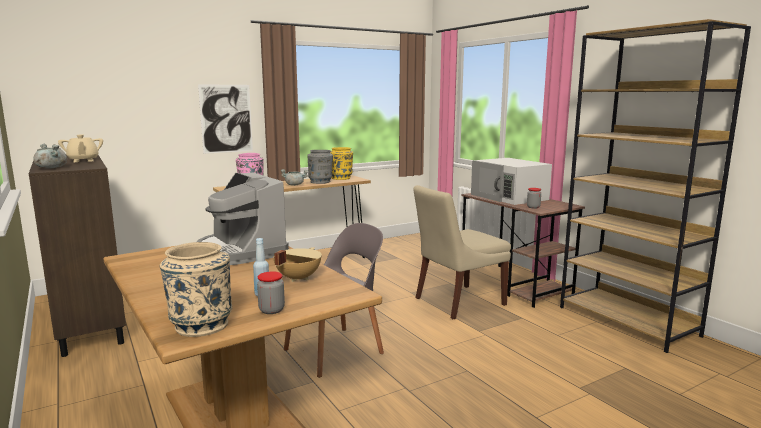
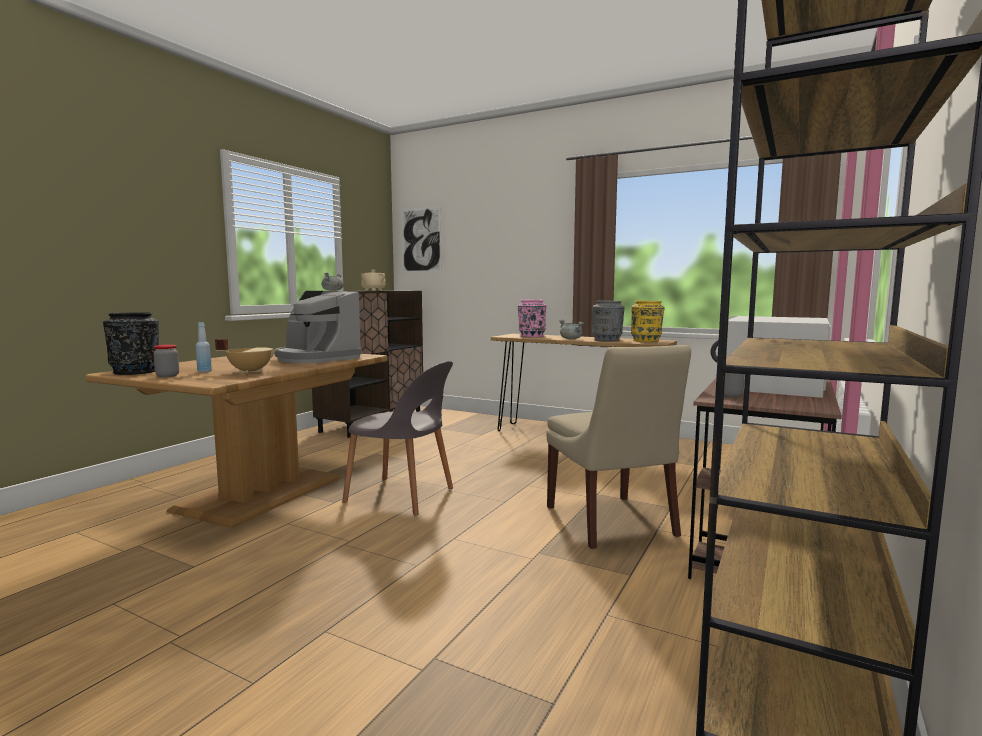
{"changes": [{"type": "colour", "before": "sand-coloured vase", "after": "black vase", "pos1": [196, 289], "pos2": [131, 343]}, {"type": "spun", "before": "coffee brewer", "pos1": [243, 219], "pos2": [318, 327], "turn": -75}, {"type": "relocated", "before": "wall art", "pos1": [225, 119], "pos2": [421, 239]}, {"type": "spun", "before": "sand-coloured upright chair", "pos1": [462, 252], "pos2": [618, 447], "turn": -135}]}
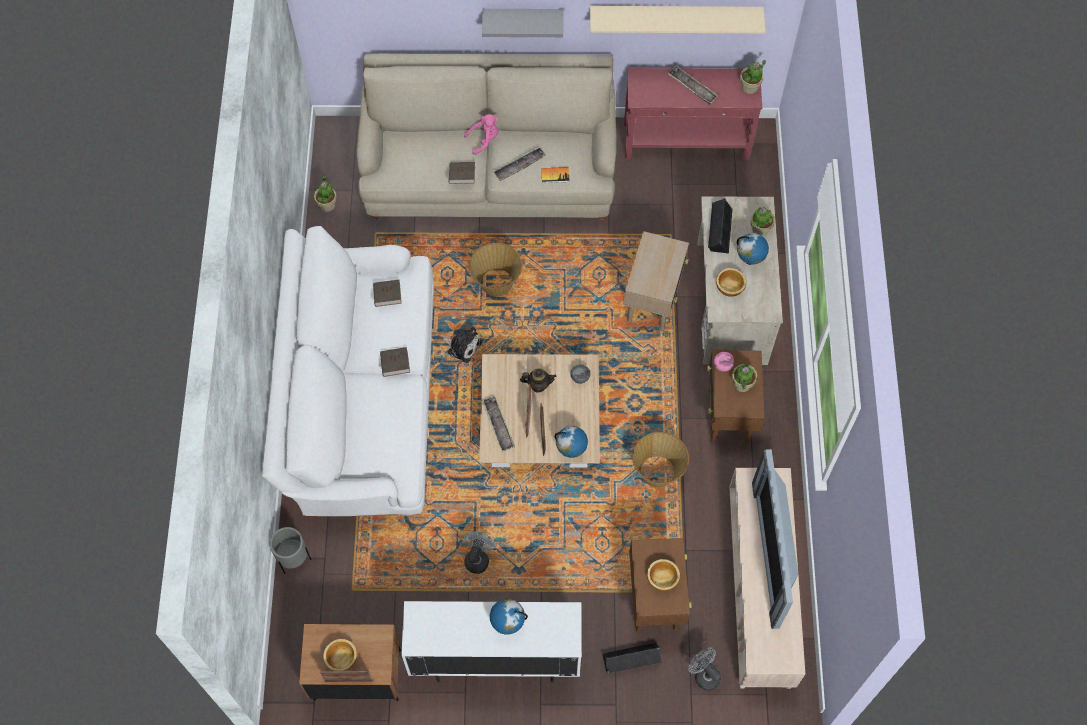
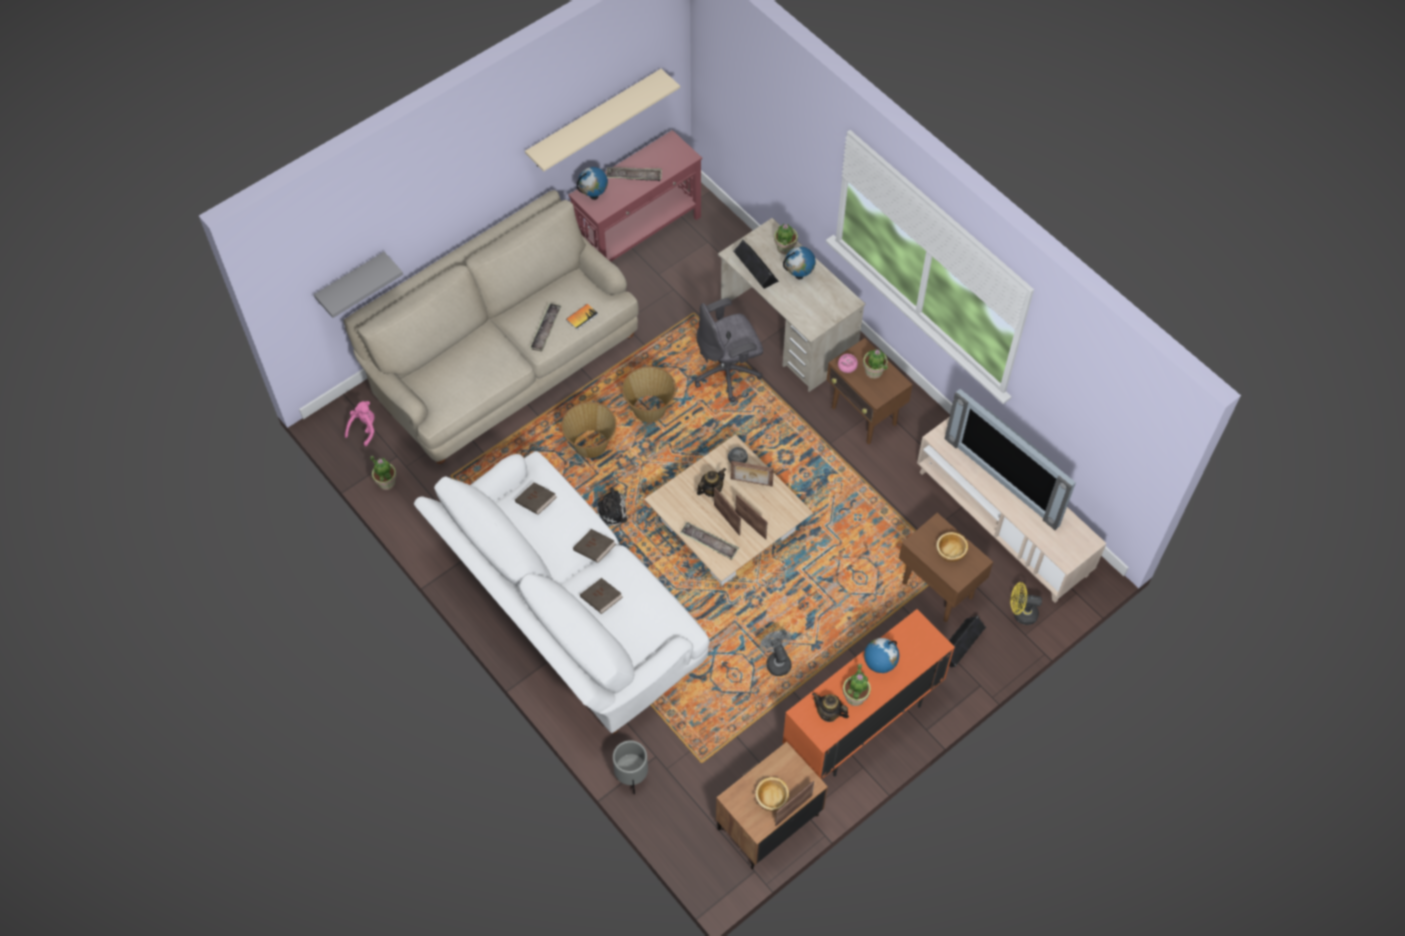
{"changes": [{"type": "colour", "before": "whitish storage cabinet", "after": "orange-coloured storage cabinet", "pos1": [491, 642], "pos2": [868, 694]}, {"type": "relocated", "before": "brownish book", "pos1": [462, 173], "pos2": [601, 596]}, {"type": "relocated", "before": "pinkish cuddly toy", "pos1": [481, 134], "pos2": [360, 424]}, {"type": "relocated", "before": "gray wall shelf", "pos1": [522, 23], "pos2": [358, 285]}, {"type": "relocated", "before": "globe", "pos1": [571, 442], "pos2": [592, 183]}, {"type": "exchanged", "before": "sand-coloured side table", "after": "gray office chair", "pos1": [656, 281], "pos2": [729, 350]}, {"type": "relocated", "before": "household basket", "pos1": [660, 459], "pos2": [649, 394]}, {"type": "colour", "before": "gray fan", "after": "yellow fan", "pos1": [705, 669], "pos2": [1026, 603]}, {"type": "missing", "before": "bowl", "pos1": [731, 282]}, {"type": "relocated", "before": "houseplant", "pos1": [753, 77], "pos2": [857, 685]}, {"type": "appeared", "after": "standing frame", "pos2": [752, 473]}, {"type": "appeared", "after": "tea pot", "pos2": [830, 707]}]}
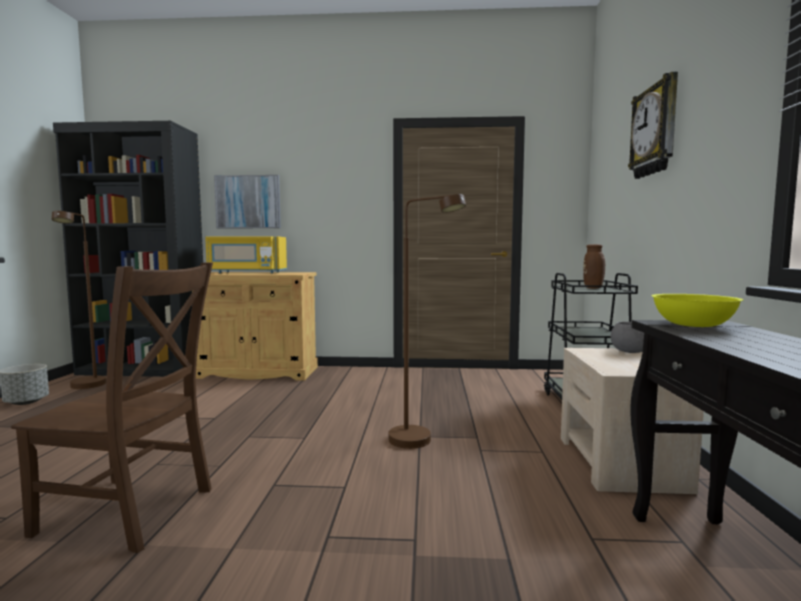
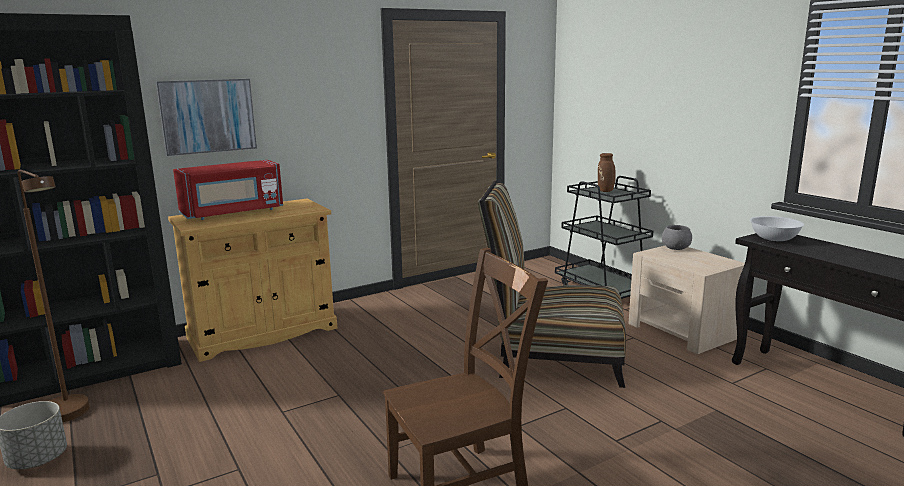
{"changes": [{"type": "colour", "before": "yellow kitchen microwave", "after": "red-coloured kitchen microwave", "pos1": [246, 254], "pos2": [228, 190]}, {"type": "exchanged", "before": "brownish standing lamp", "after": "upright chair", "pos1": [427, 321], "pos2": [552, 284]}, {"type": "missing", "before": "wall clock", "pos1": [653, 125]}, {"type": "colour", "before": "yellow bowl", "after": "whitish bowl", "pos1": [697, 310], "pos2": [777, 228]}]}
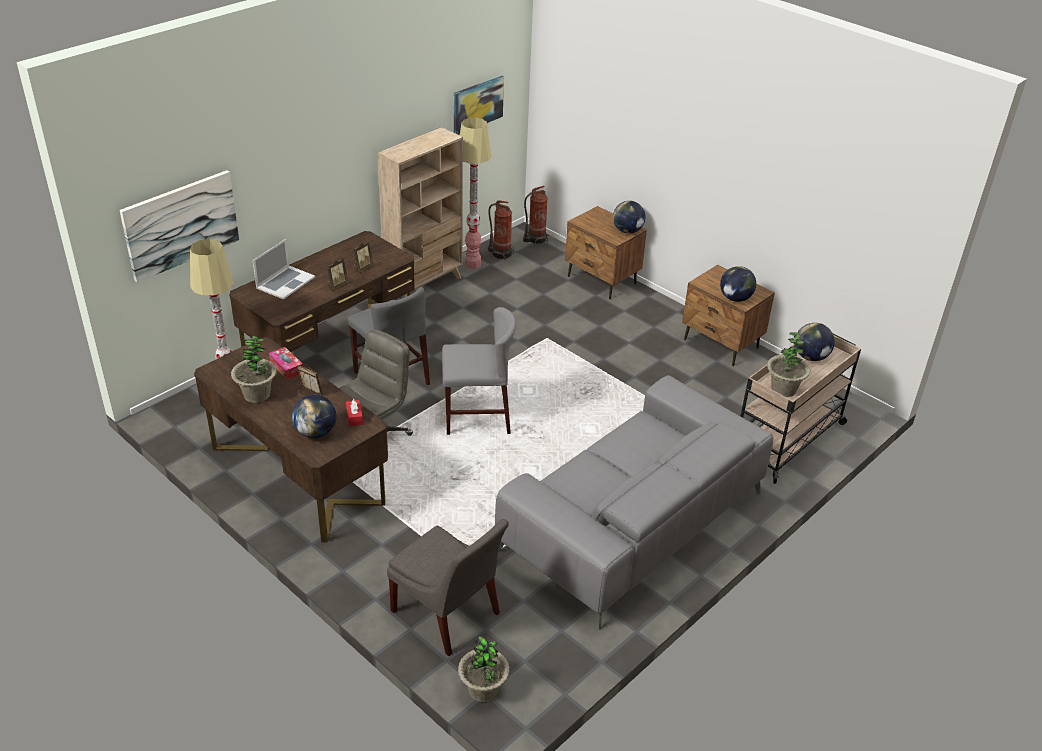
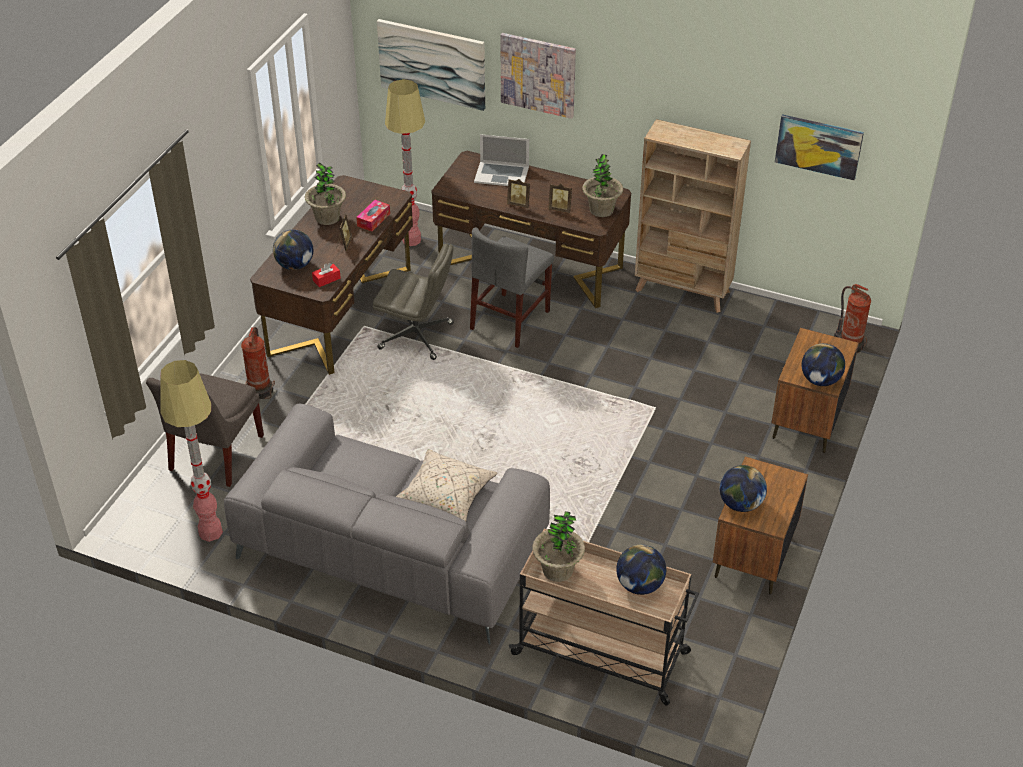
{"changes": [{"type": "missing", "before": "gray upright chair", "pos1": [479, 371]}, {"type": "relocated", "before": "houseplant", "pos1": [484, 668], "pos2": [602, 185]}, {"type": "relocated", "before": "standing lamp", "pos1": [475, 193], "pos2": [191, 451]}, {"type": "relocated", "before": "fire extinguisher", "pos1": [501, 230], "pos2": [258, 363]}, {"type": "appeared", "after": "sand-coloured cushion", "pos2": [446, 485]}, {"type": "appeared", "after": "wall art", "pos2": [538, 76]}]}
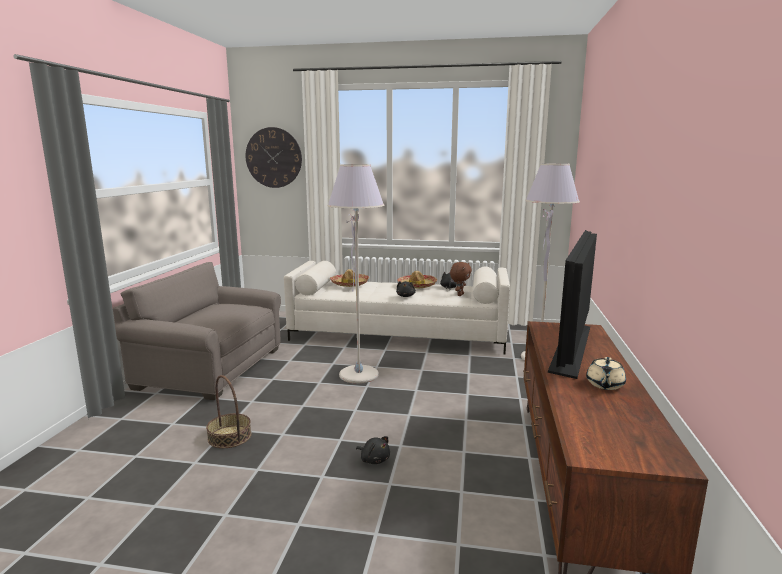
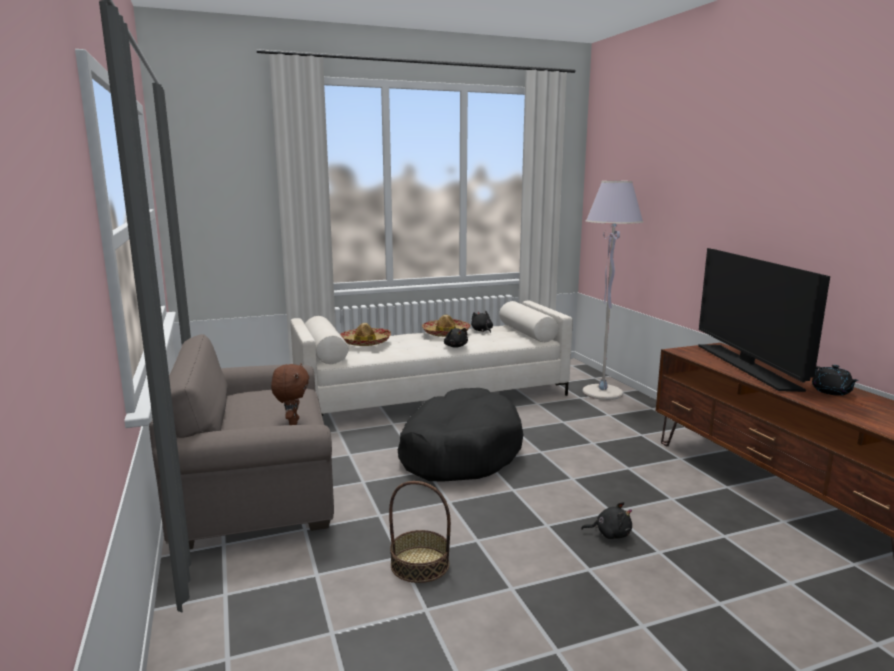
{"changes": [{"type": "missing", "before": "wall clock", "pos1": [274, 157]}, {"type": "exchanged", "before": "gray standing lamp", "after": "black dog bed", "pos1": [355, 274], "pos2": [460, 435]}, {"type": "relocated", "before": "brownish cuddly toy", "pos1": [461, 279], "pos2": [290, 394]}, {"type": "colour", "before": "sand-coloured tea pot", "after": "black tea pot", "pos1": [606, 373], "pos2": [835, 380]}]}
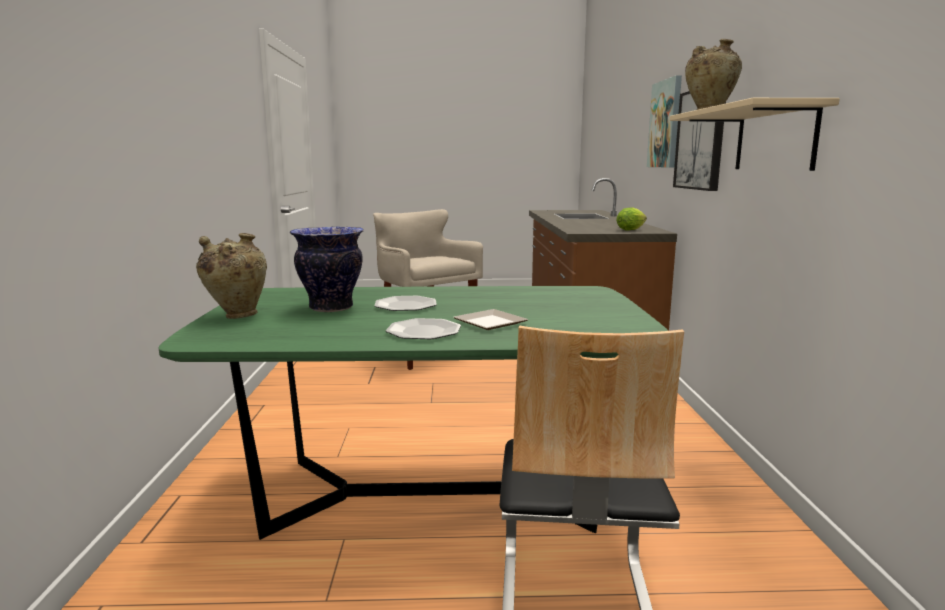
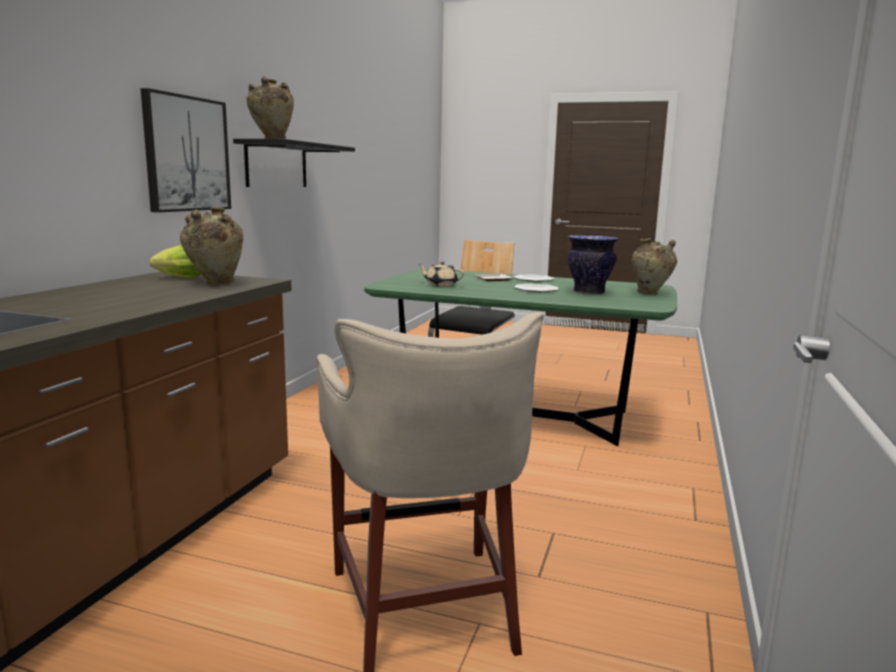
{"changes": [{"type": "missing", "before": "wall art", "pos1": [664, 121]}, {"type": "colour", "before": "sand-coloured wall shelf", "after": "black wall shelf", "pos1": [754, 134], "pos2": [294, 163]}, {"type": "appeared", "after": "sand-coloured vase", "pos2": [211, 246]}, {"type": "appeared", "after": "sand-coloured tea pot", "pos2": [441, 274]}]}
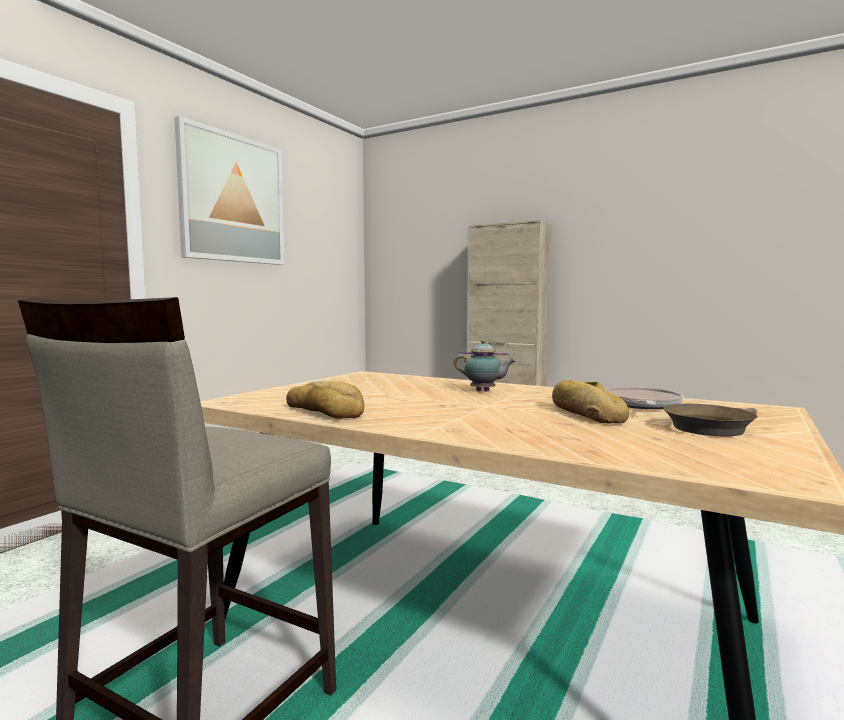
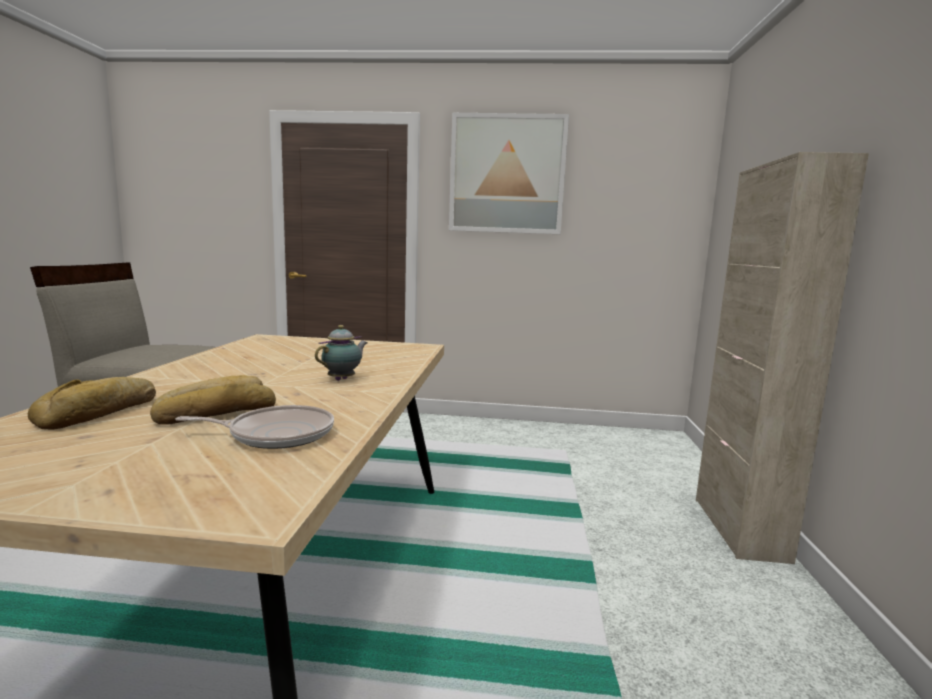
{"changes": [{"type": "relocated", "before": "bakery bread", "pos1": [325, 400], "pos2": [92, 403]}, {"type": "spun", "before": "tea pot", "pos1": [485, 365], "pos2": [341, 353], "turn": -135}, {"type": "missing", "before": "brownish frying pan", "pos1": [710, 420]}]}
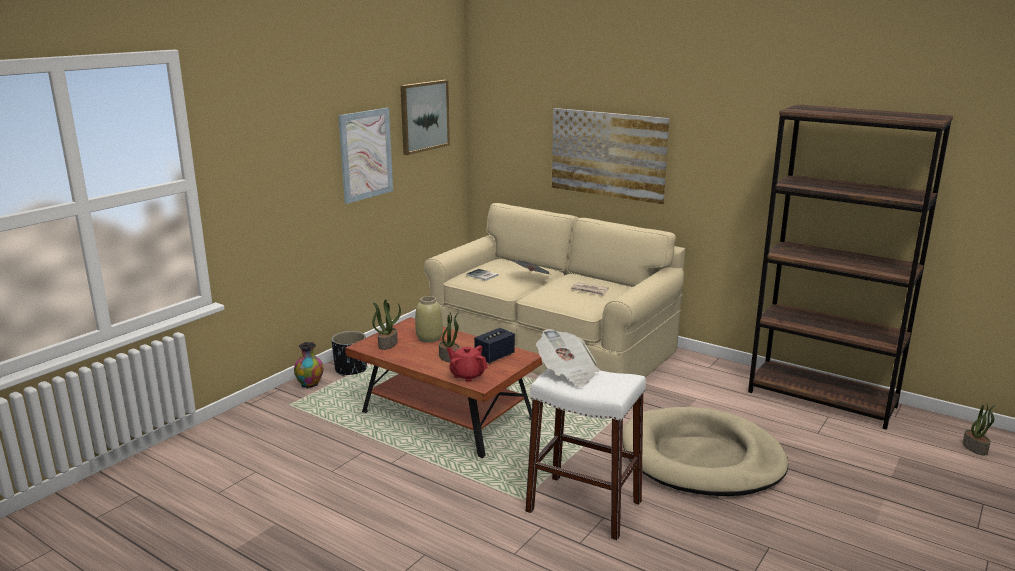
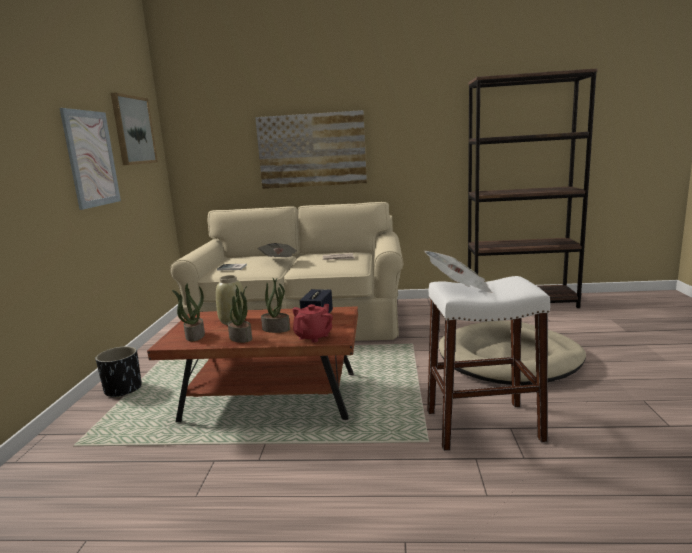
{"changes": [{"type": "missing", "before": "vase", "pos1": [308, 365]}, {"type": "spun", "before": "red-coloured tea pot", "pos1": [467, 363], "pos2": [313, 323], "turn": 120}, {"type": "relocated", "before": "houseplant", "pos1": [979, 430], "pos2": [240, 314]}]}
